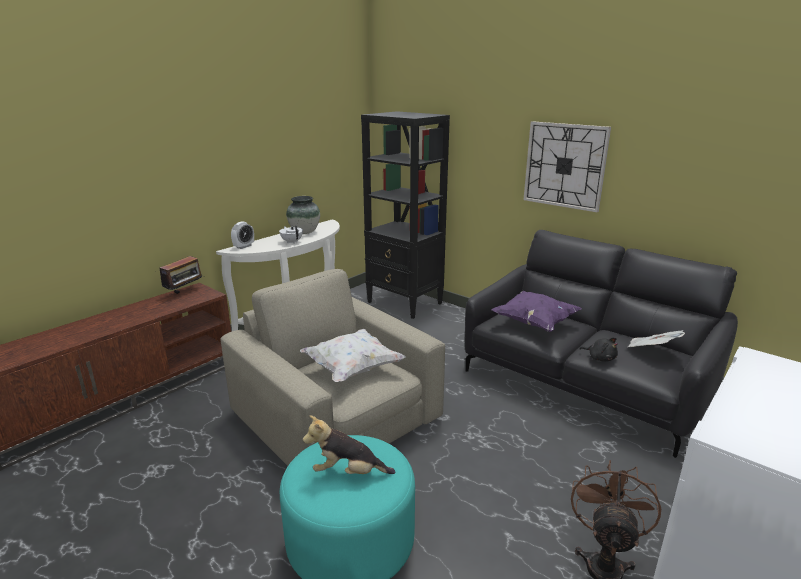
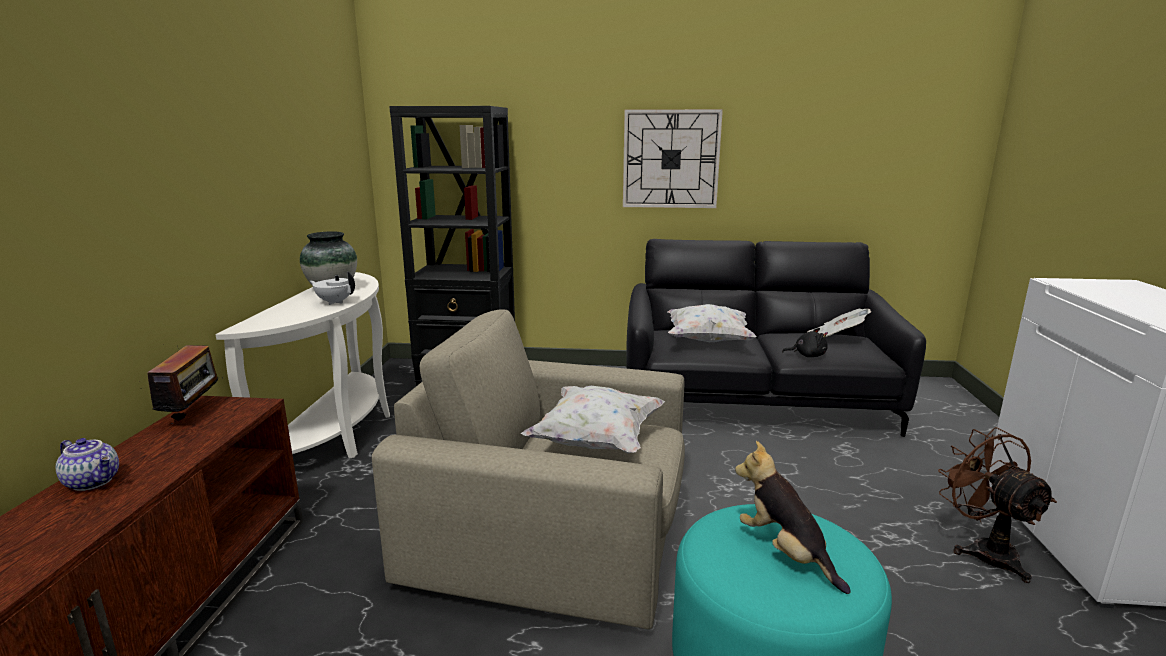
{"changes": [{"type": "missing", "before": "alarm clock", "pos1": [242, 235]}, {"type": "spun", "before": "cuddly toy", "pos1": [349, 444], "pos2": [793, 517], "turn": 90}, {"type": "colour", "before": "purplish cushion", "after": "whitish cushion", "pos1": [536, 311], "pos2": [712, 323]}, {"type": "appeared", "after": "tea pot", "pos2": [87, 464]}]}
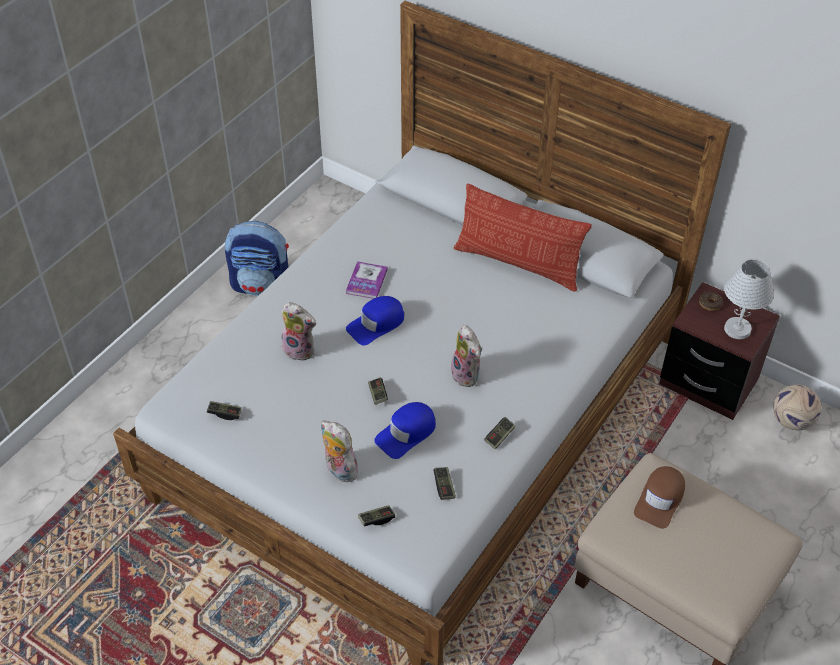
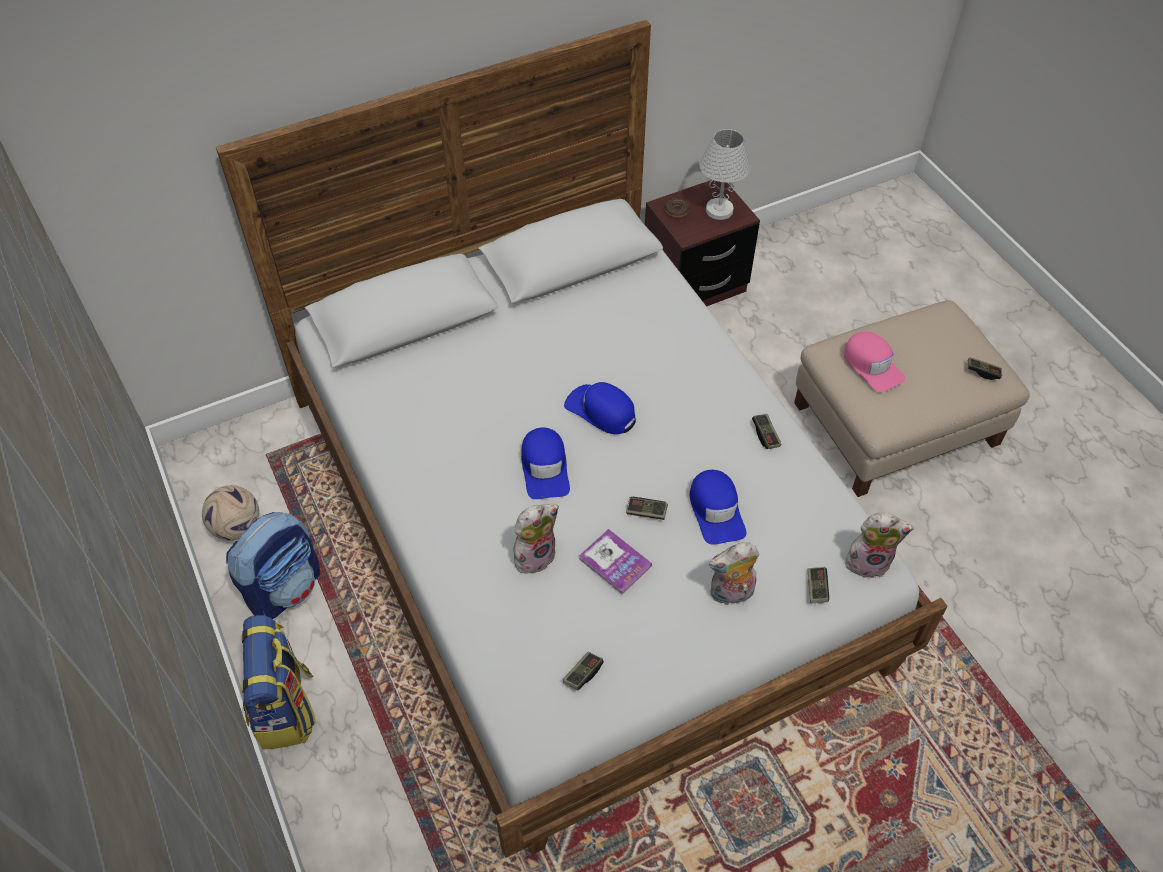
{"changes": [{"type": "relocated", "before": "book", "pos1": [367, 280], "pos2": [615, 561]}, {"type": "relocated", "before": "gamepad", "pos1": [444, 483], "pos2": [985, 368]}, {"type": "relocated", "before": "cuddly toy", "pos1": [466, 356], "pos2": [879, 545]}, {"type": "missing", "before": "cushion", "pos1": [523, 237]}, {"type": "colour", "before": "brownish cap", "after": "pinkish cap", "pos1": [659, 497], "pos2": [874, 362]}, {"type": "relocated", "before": "ball for football", "pos1": [797, 407], "pos2": [230, 512]}, {"type": "appeared", "after": "rucksack", "pos2": [279, 682]}, {"type": "appeared", "after": "bluish cap", "pos2": [600, 408]}]}
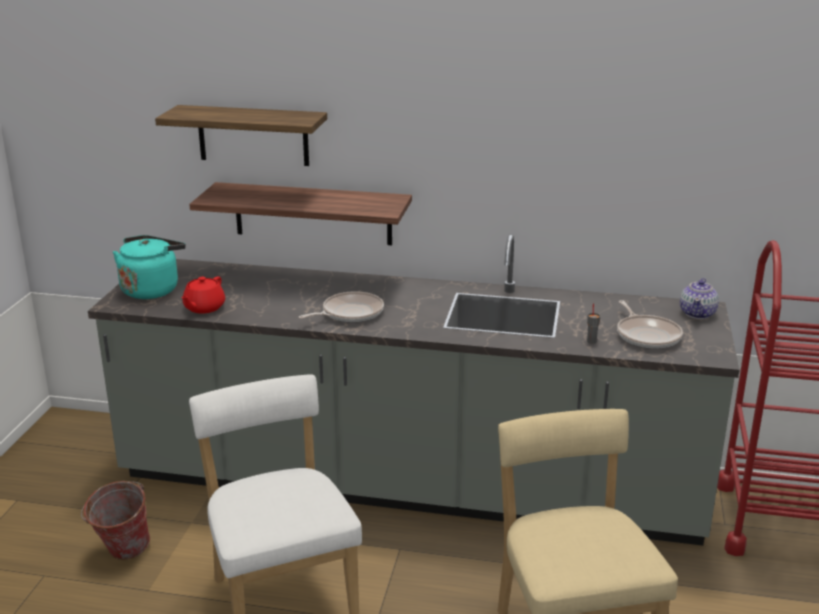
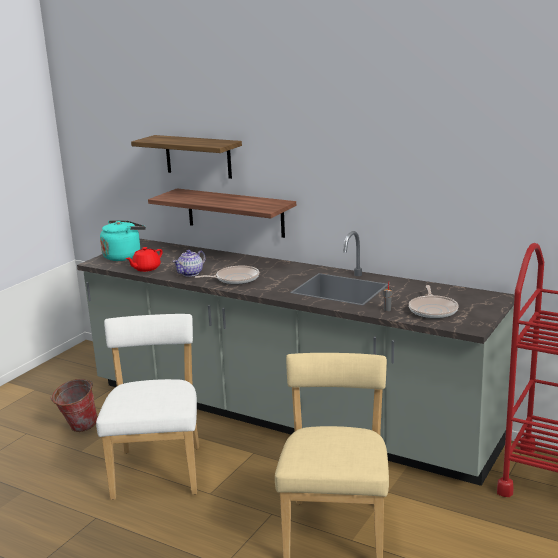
{"changes": [{"type": "relocated", "before": "tea pot", "pos1": [699, 298], "pos2": [189, 263]}]}
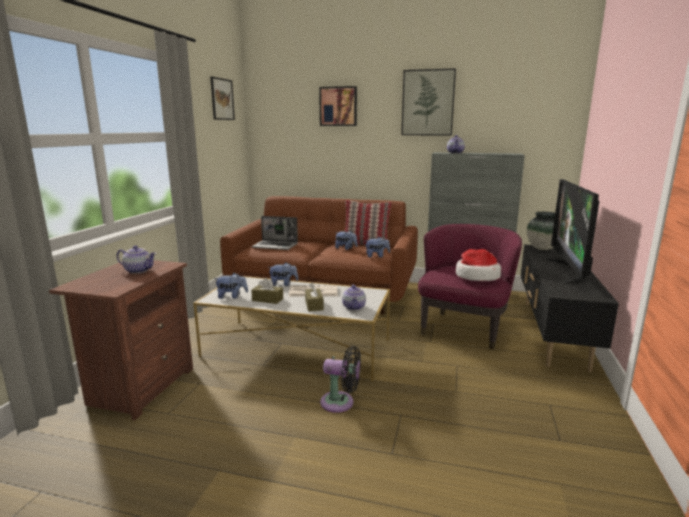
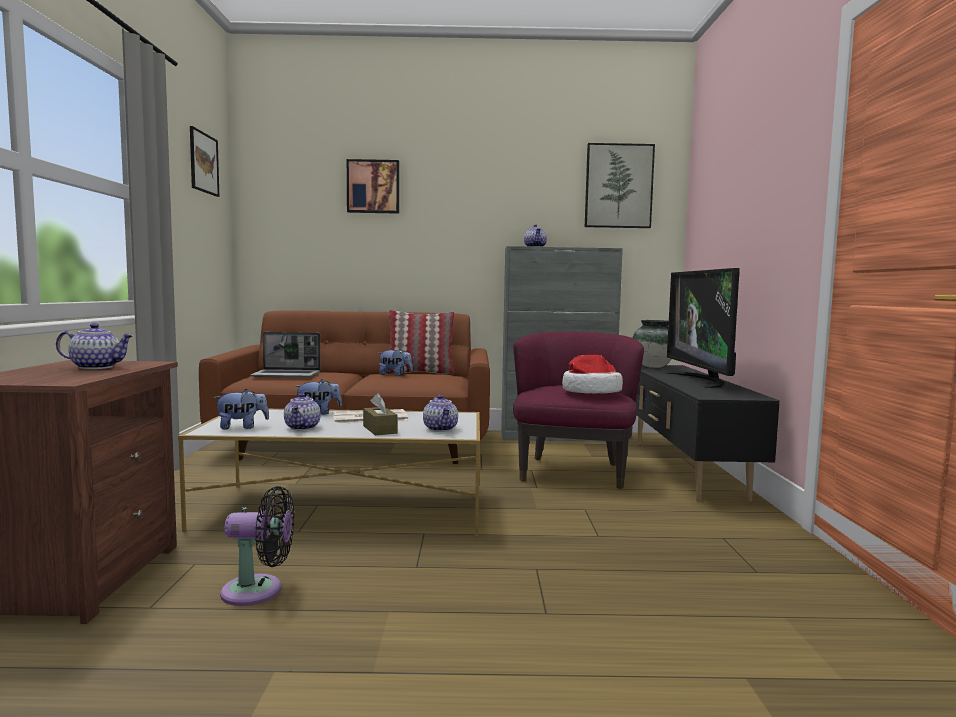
{"changes": [{"type": "exchanged", "before": "brownish box of tissues", "after": "tea pot", "pos1": [267, 291], "pos2": [302, 411]}, {"type": "relocated", "before": "black fan", "pos1": [340, 379], "pos2": [257, 546]}, {"type": "missing", "before": "cuddly toy", "pos1": [377, 247]}, {"type": "relocated", "before": "wall art", "pos1": [428, 102], "pos2": [620, 185]}]}
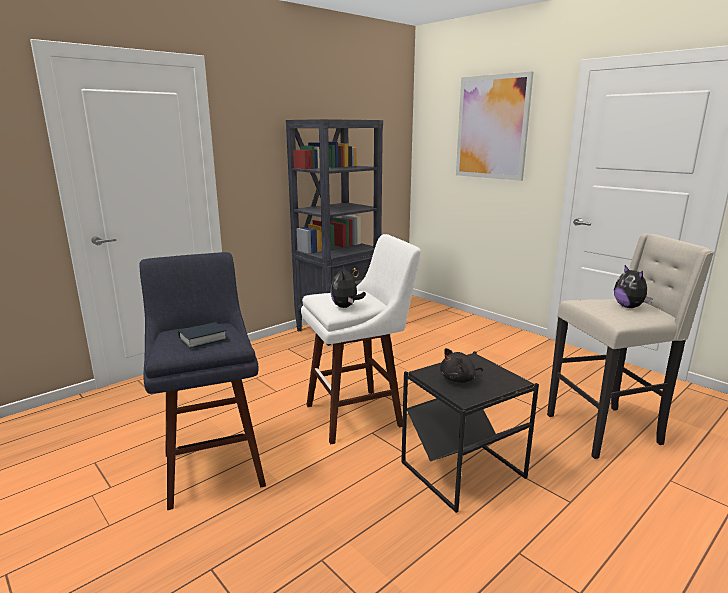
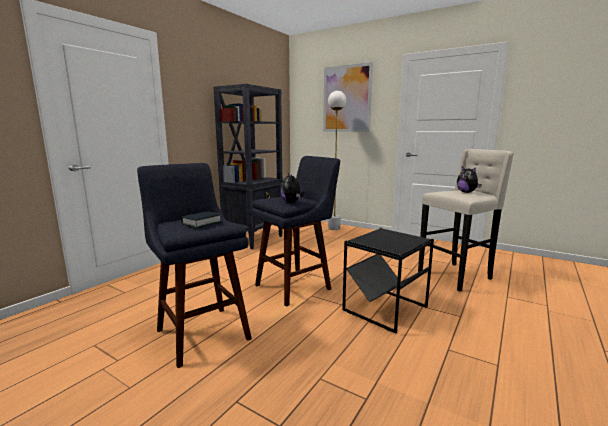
{"changes": [{"type": "colour", "before": "whitish stool seat", "after": "bluish stool seat", "pos1": [361, 339], "pos2": [295, 231]}, {"type": "missing", "before": "black cuddly toy", "pos1": [461, 365]}, {"type": "appeared", "after": "whitish standing lamp", "pos2": [337, 160]}]}
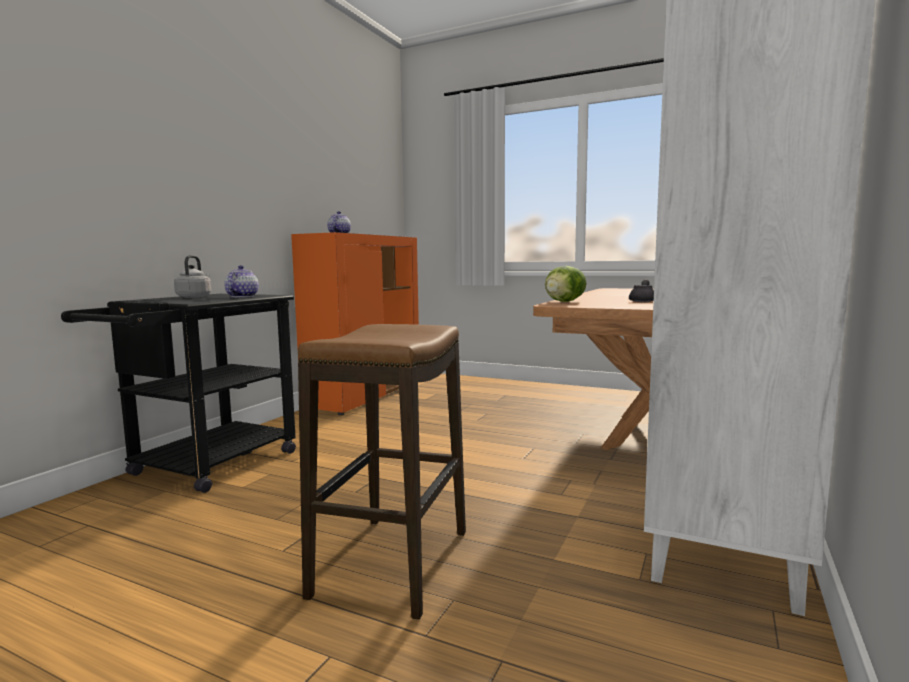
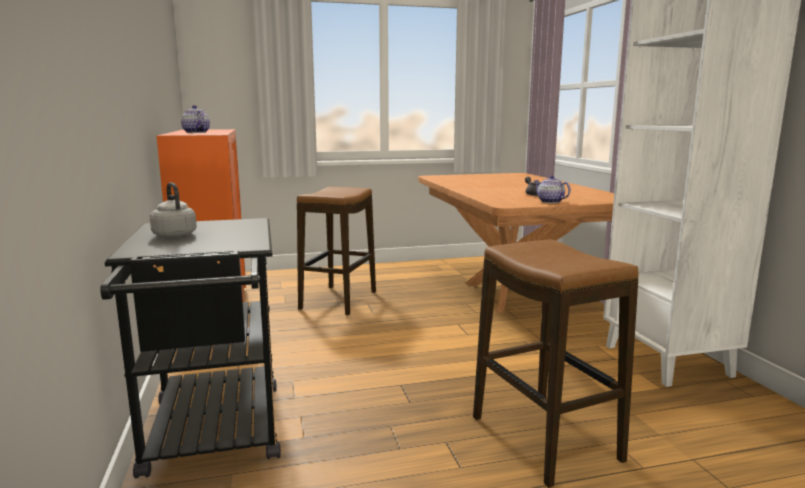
{"changes": [{"type": "relocated", "before": "tea pot", "pos1": [241, 281], "pos2": [552, 189]}, {"type": "missing", "before": "lettuce", "pos1": [566, 284]}, {"type": "appeared", "after": "stool seat", "pos2": [336, 251]}]}
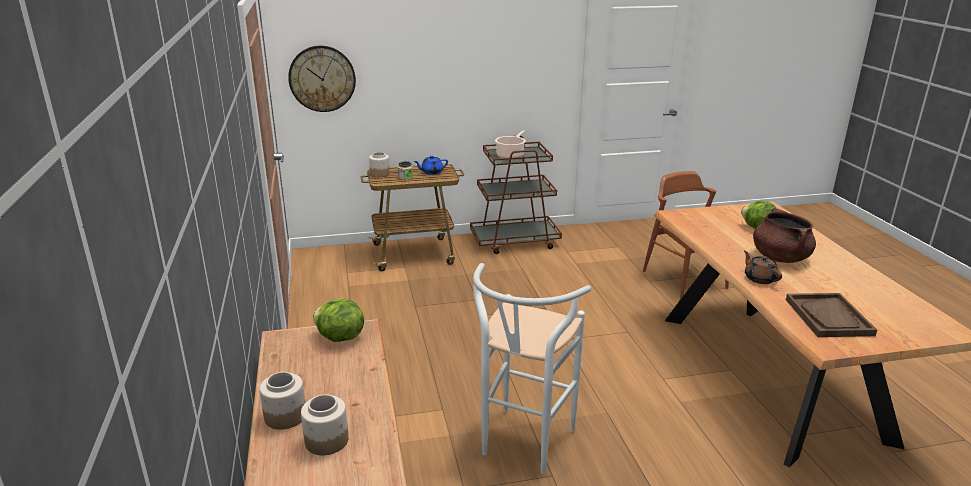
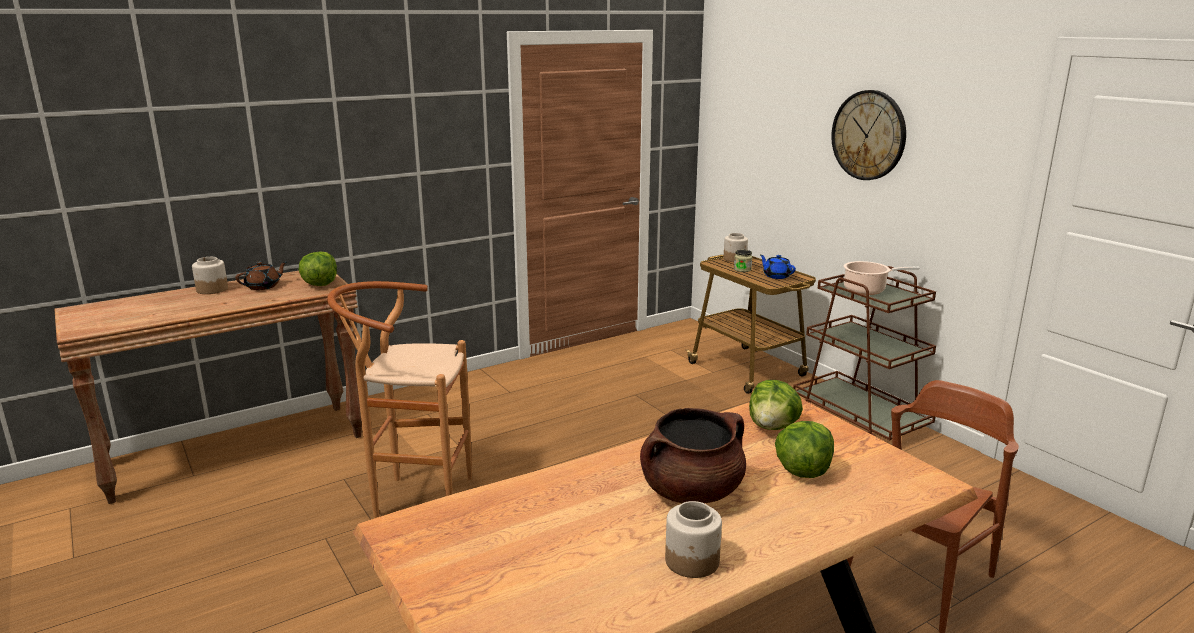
{"changes": [{"type": "relocated", "before": "wall clock", "pos1": [322, 79], "pos2": [868, 135]}, {"type": "relocated", "before": "preserve jar", "pos1": [325, 424], "pos2": [693, 539]}, {"type": "colour", "before": "whitish stool seat", "after": "brownish stool seat", "pos1": [532, 368], "pos2": [399, 399]}, {"type": "relocated", "before": "brownish tea pot", "pos1": [763, 267], "pos2": [261, 276]}, {"type": "missing", "before": "brownish carrying tray", "pos1": [831, 315]}, {"type": "appeared", "after": "lettuce", "pos2": [776, 405]}]}
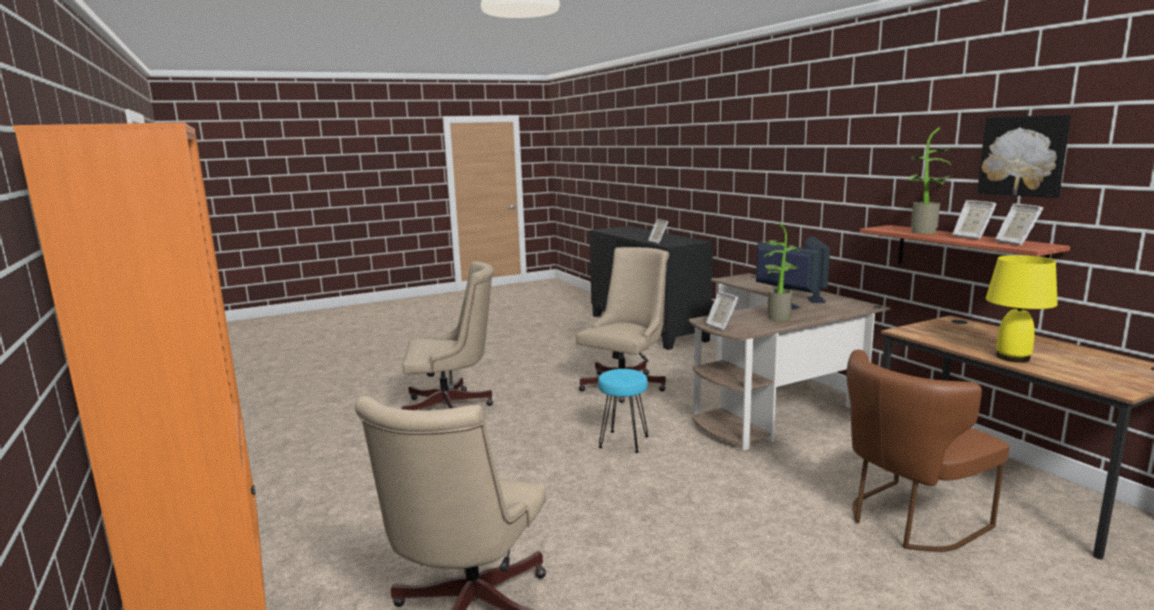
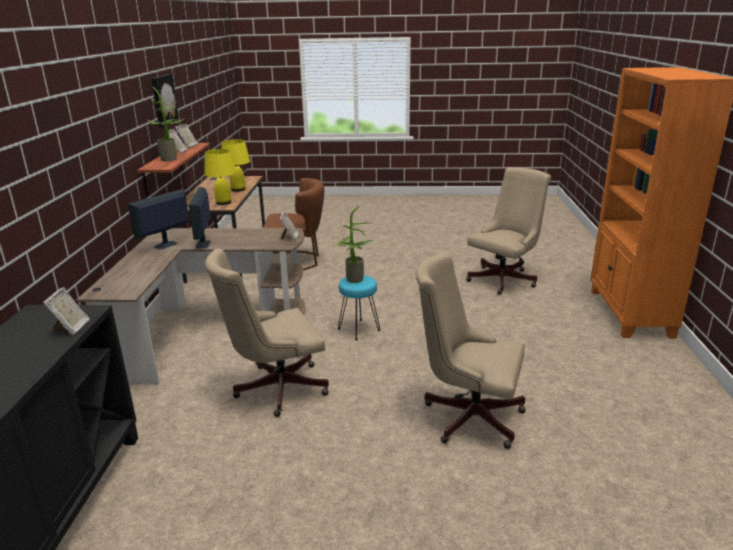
{"changes": [{"type": "relocated", "before": "houseplant", "pos1": [779, 272], "pos2": [354, 244]}, {"type": "appeared", "after": "yellow tabletop lamp", "pos2": [220, 177]}]}
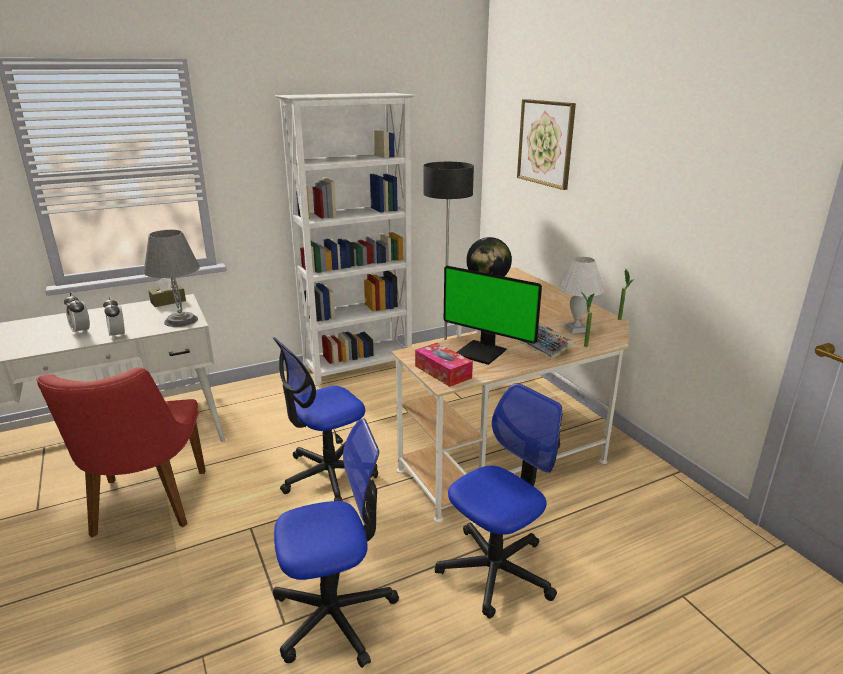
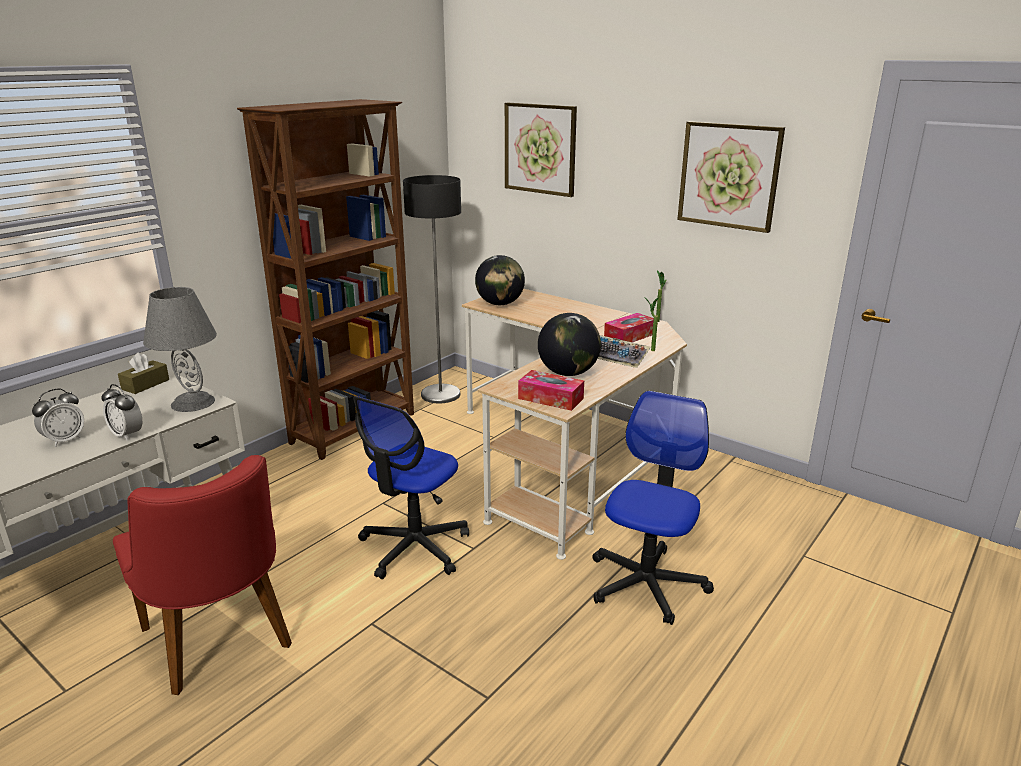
{"changes": [{"type": "spun", "before": "alarm clock", "pos1": [77, 314], "pos2": [58, 418], "turn": -75}, {"type": "missing", "before": "office chair", "pos1": [336, 543]}, {"type": "colour", "before": "whitish bookcase", "after": "brownish bookcase", "pos1": [345, 239], "pos2": [325, 279]}, {"type": "exchanged", "before": "computer screen", "after": "globe", "pos1": [493, 315], "pos2": [569, 344]}, {"type": "exchanged", "before": "whitish tabletop lamp", "after": "box of tissues", "pos1": [581, 295], "pos2": [629, 327]}, {"type": "appeared", "after": "wall art", "pos2": [731, 177]}]}
